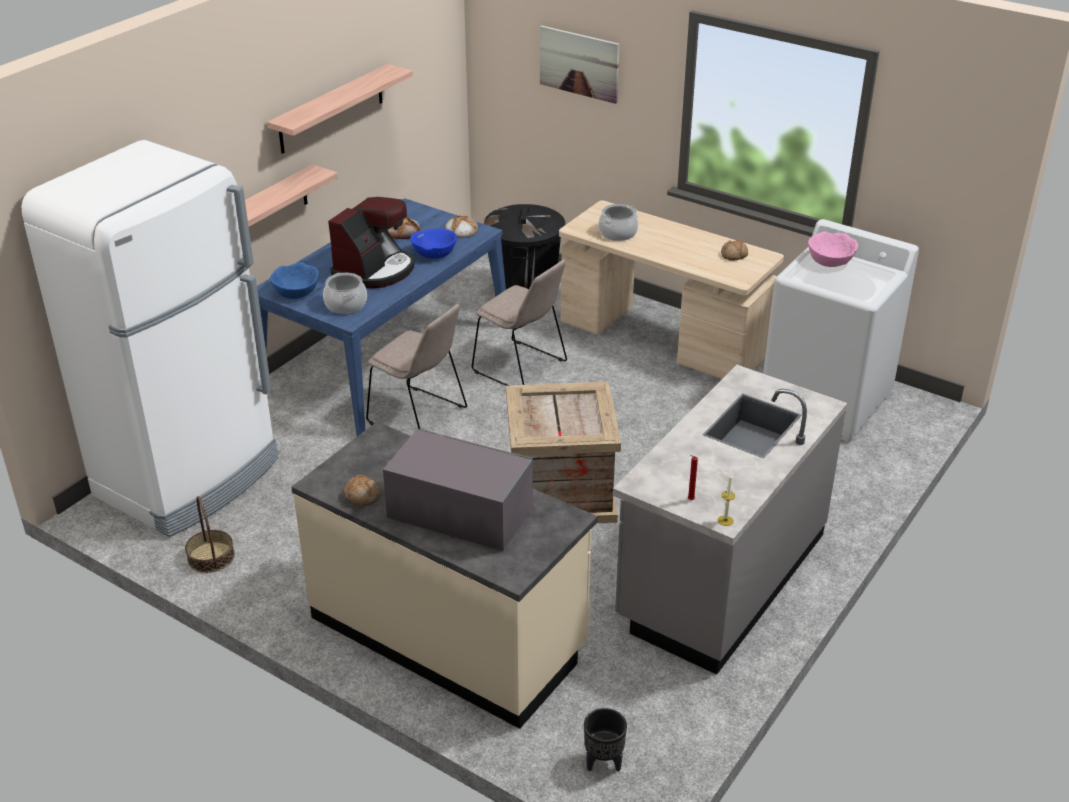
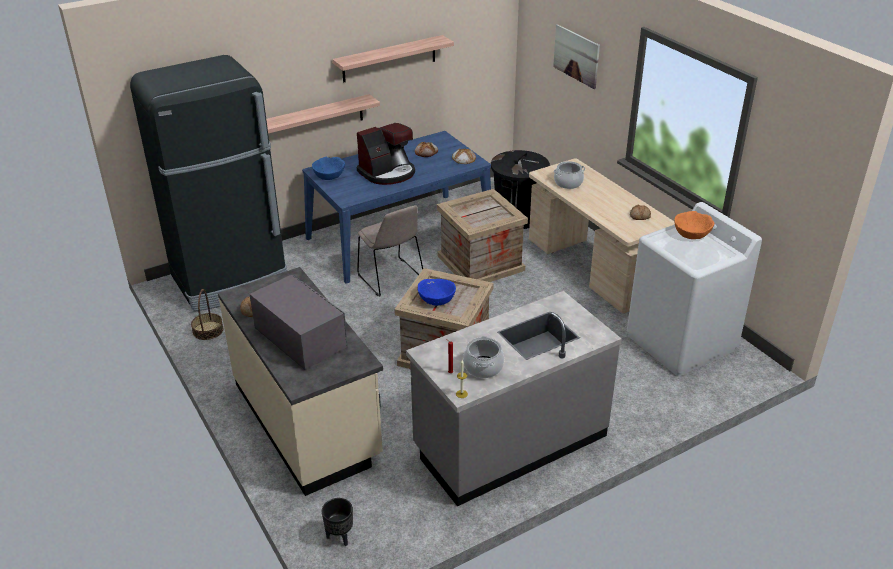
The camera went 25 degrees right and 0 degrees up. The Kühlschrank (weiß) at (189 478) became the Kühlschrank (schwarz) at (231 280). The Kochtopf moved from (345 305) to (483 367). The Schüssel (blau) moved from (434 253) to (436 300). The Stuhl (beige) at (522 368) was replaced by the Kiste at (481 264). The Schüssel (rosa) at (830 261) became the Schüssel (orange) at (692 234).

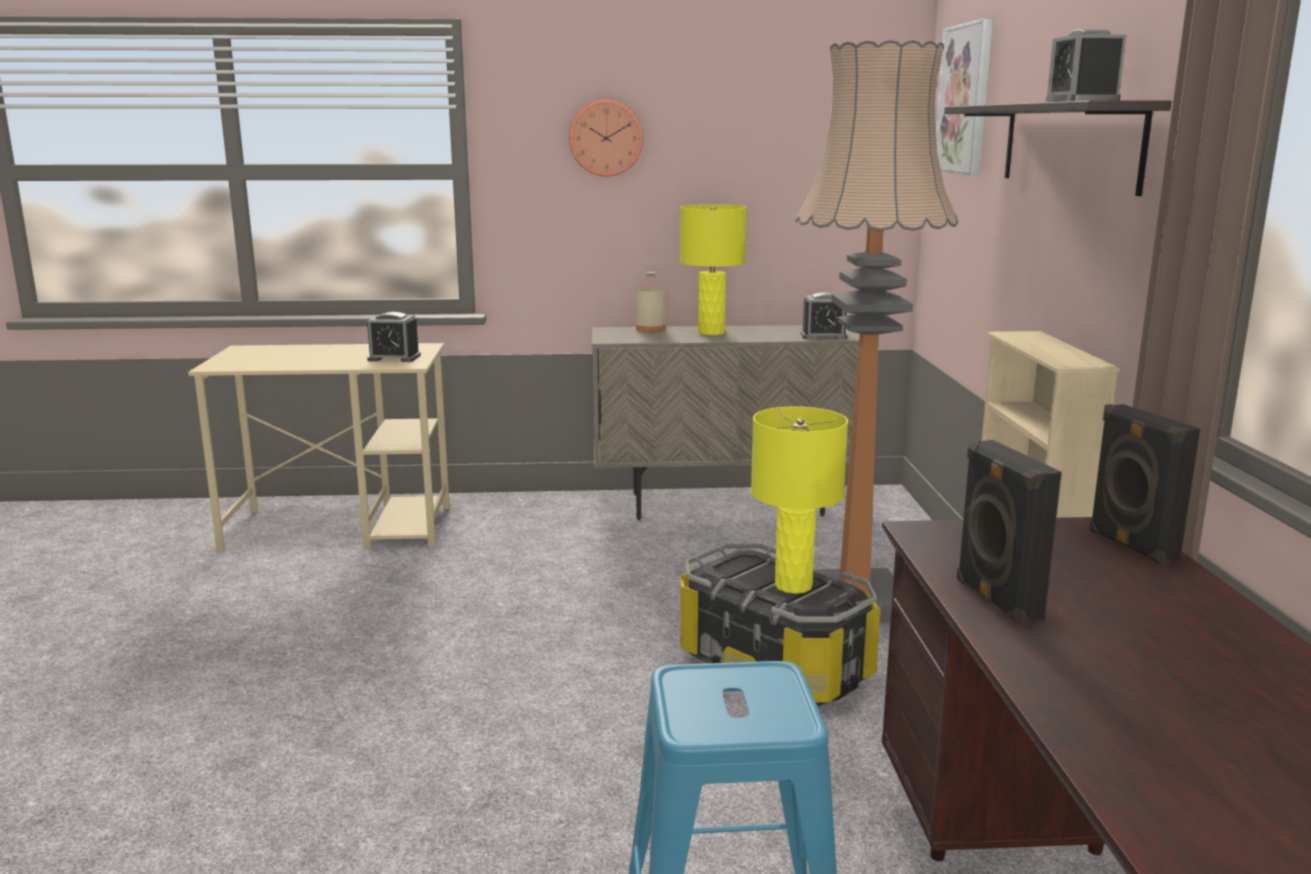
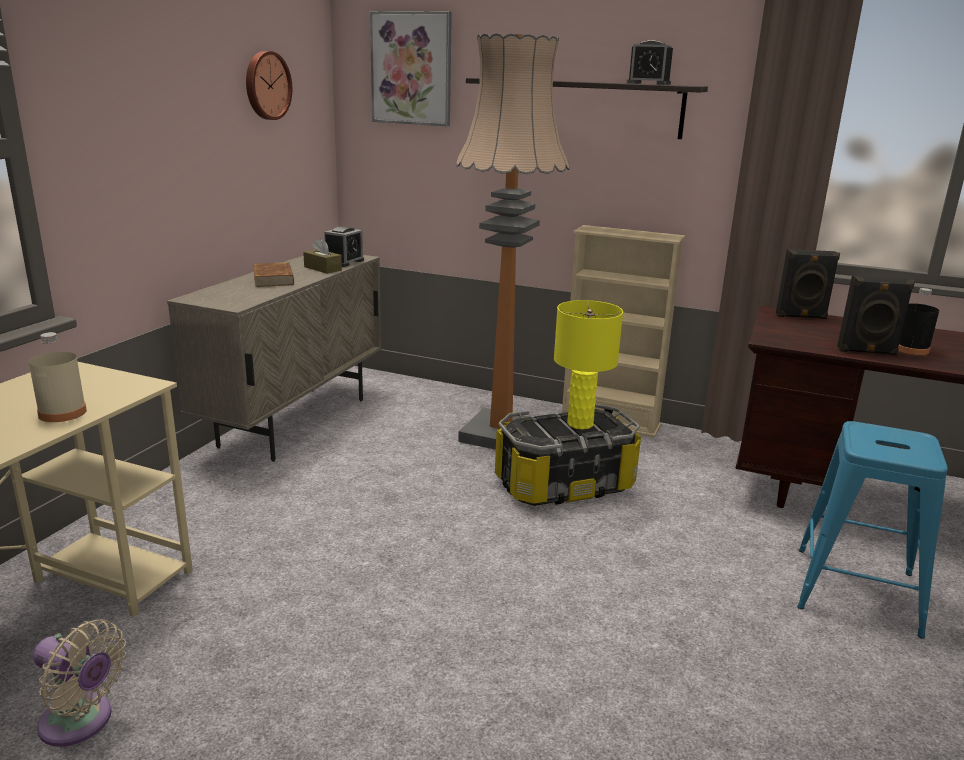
The camera went 65 degrees left and 5 degrees up. The Wecker at (394 358) disappeared. The Wanduhr moved from (606 138) to (266 85). The Flasche (beige) moved from (650 329) to (62 413). The Tischlampe (gelb) at (711 332) was replaced by the Buch (braun) at (274 279). The Ventilator (beige) at (81 723) appeared. The Taschentuchbox (braun) at (323 268) appeared. The Flasche (schwarz) at (911 349) appeared.

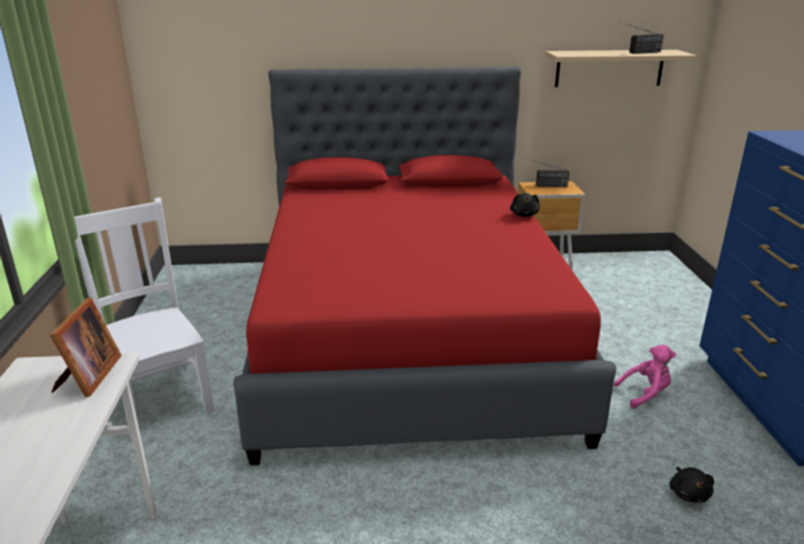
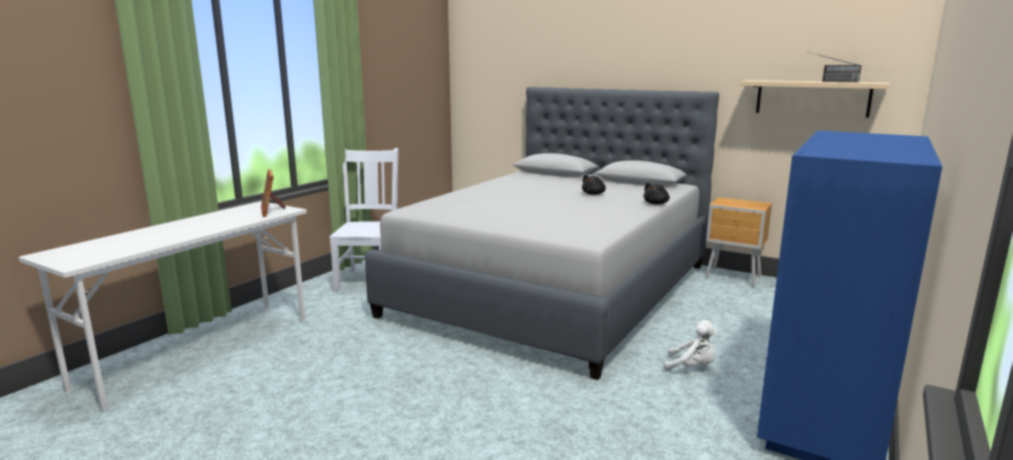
The camera went 35 degrees right and 10 degrees down. The Bilderrahmen at (87 377) turned 120 degrees clockwise. The Bett (rot) at (408 335) became the Bett (grau) at (554 289). The Radio at (543 185) disappeared. The Plüschtier (rosa) at (645 394) became the Plüschtier (weiß) at (692 367). The Plüschtier (schwarz) moved from (688 493) to (594 194).

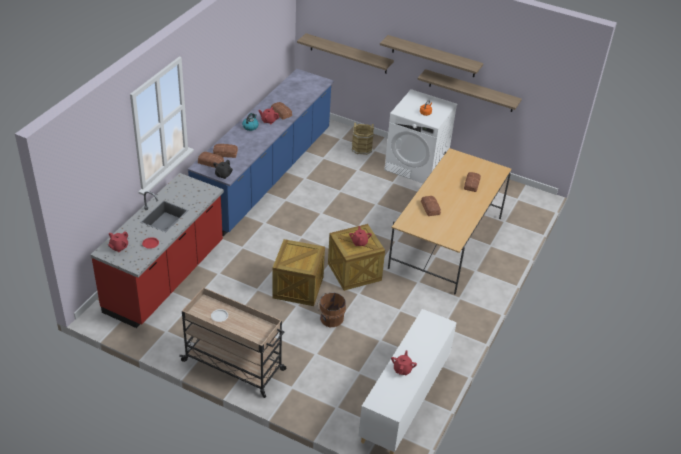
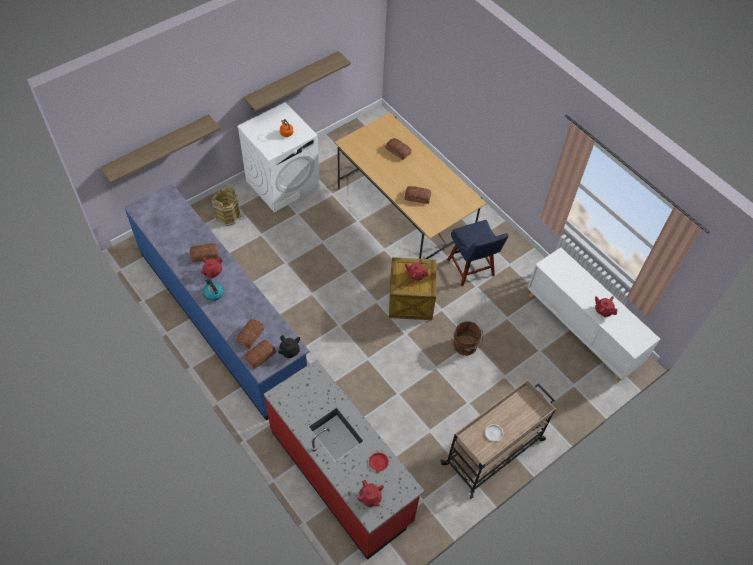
The camera went 65 degrees left and 15 degrees up. The Kiste at (298 287) disappeared. The Wandregal at (433 56) disappeared. The Stuhl (blau) at (471 269) appeared.

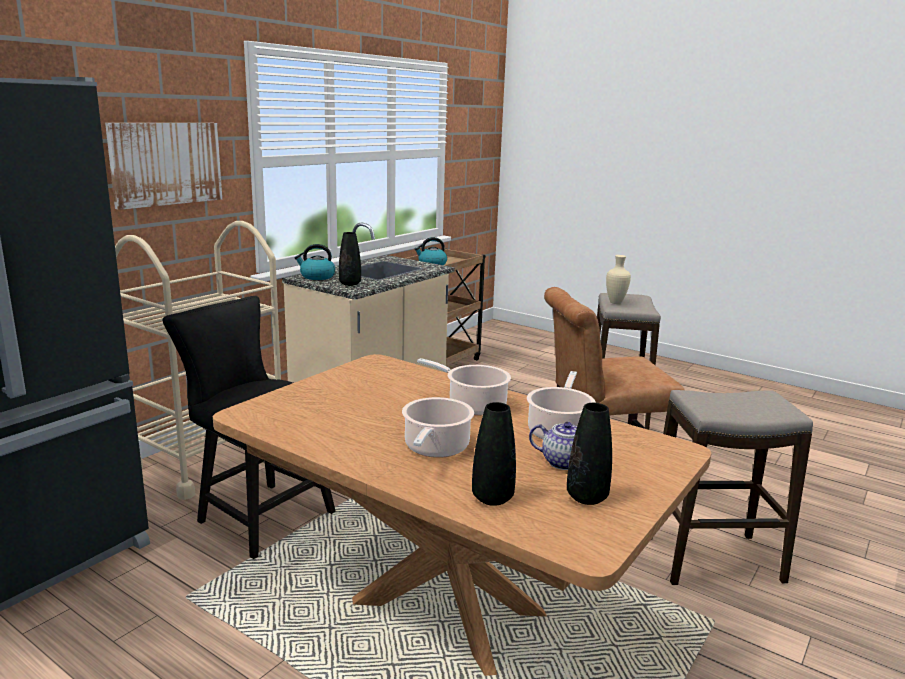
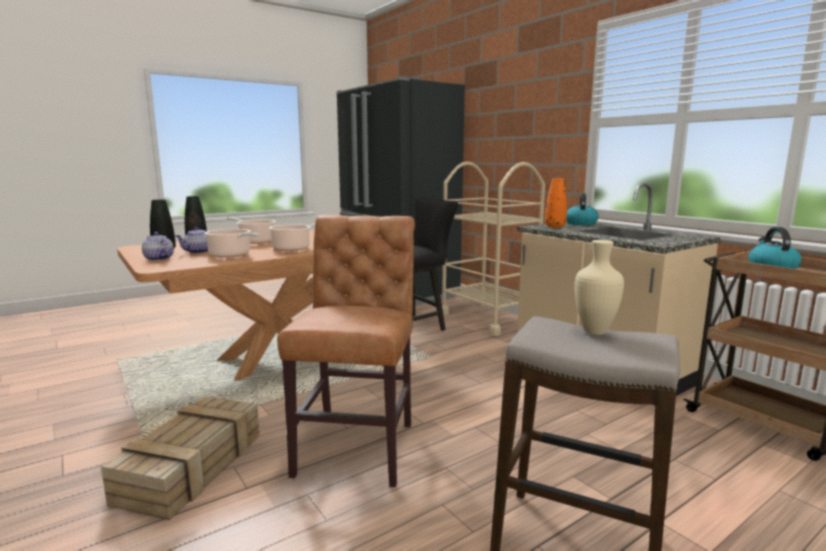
The camera went 110 degrees right and 5 degrees down. The Bild at (166 163) disappeared. The Vase (schwarz) at (350 284) became the Vase (orange) at (555 226). The Hocker at (712 559) was replaced by the Kiste at (190 468). The Teekanne at (158 259) appeared.

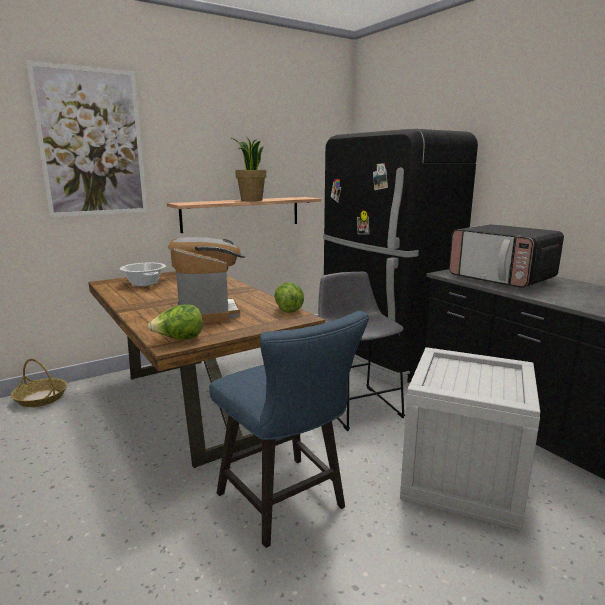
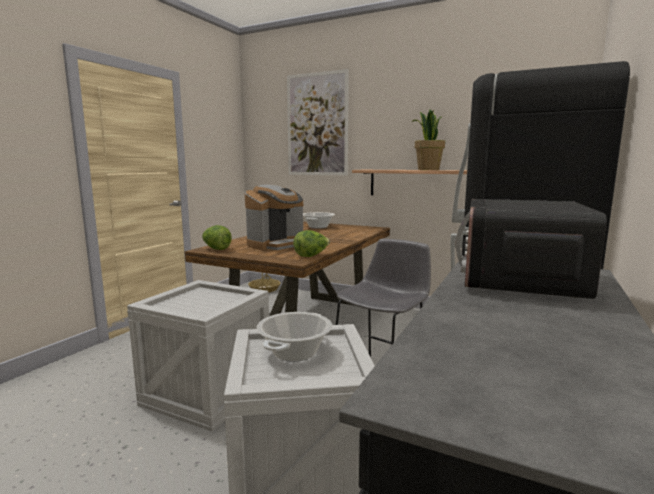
The camera went 60 degrees right and 5 degrees down. The Stuhl (blau) at (287 504) was replaced by the Kiste at (206 393). The Kochtopf at (295 352) appeared.

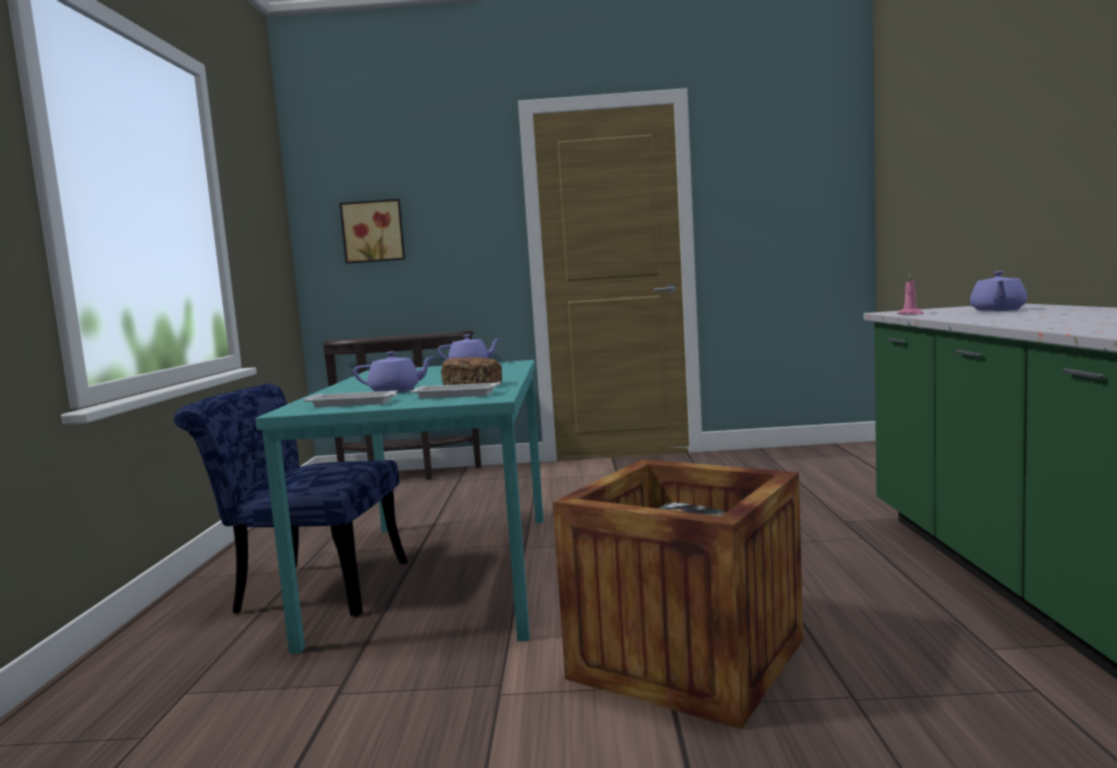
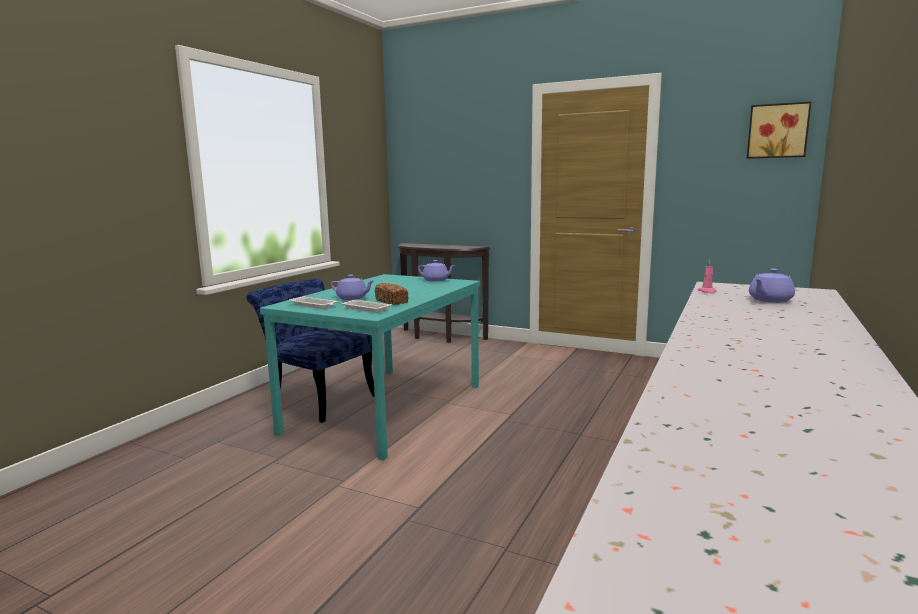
The camera went 25 degrees right and 5 degrees up. The Bild moved from (373 231) to (777 131). The Kiste at (687 659) disappeared.

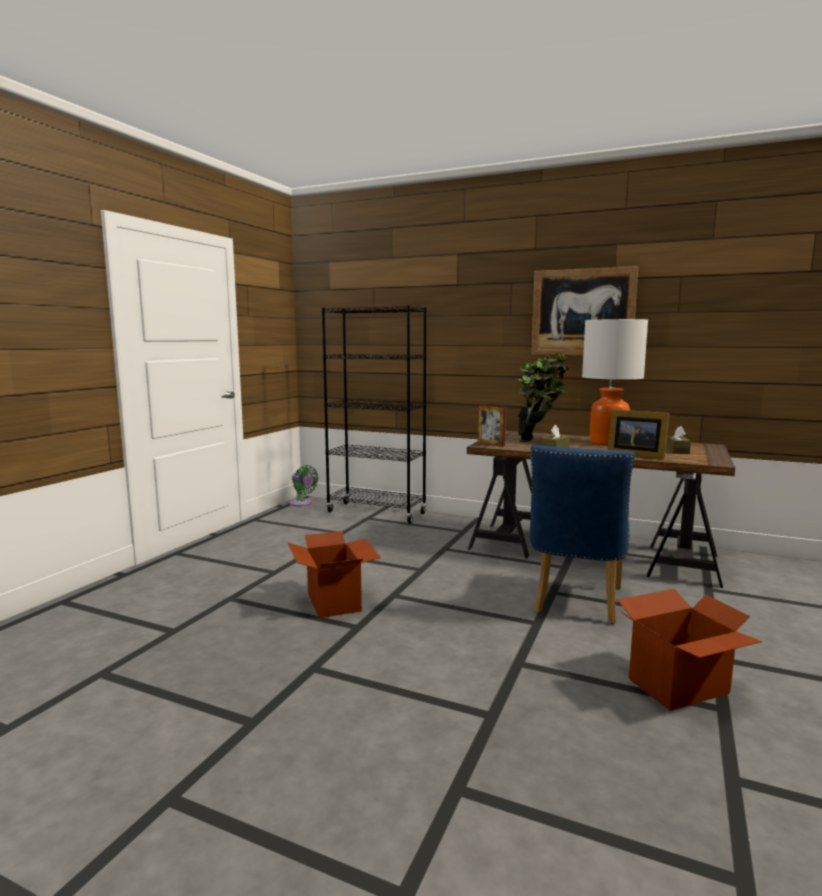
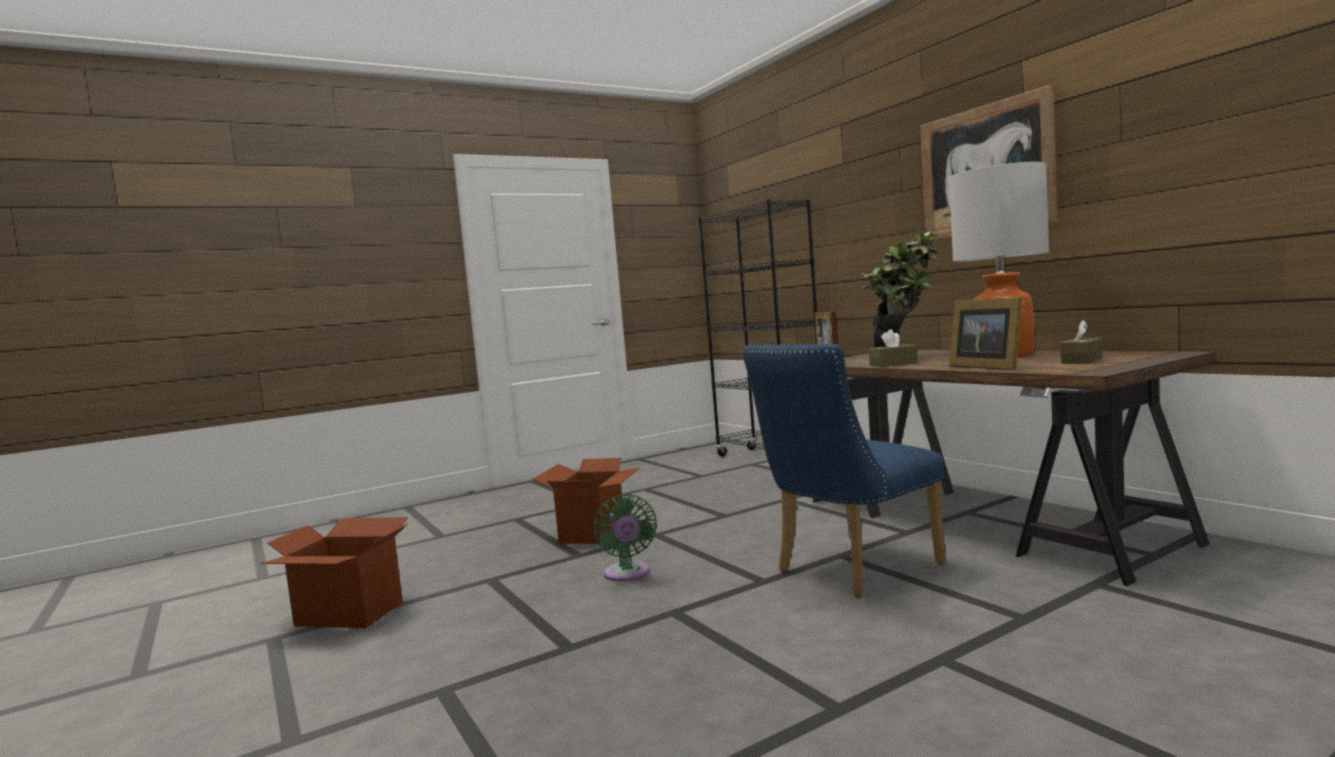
The camera went 35 degrees right and 5 degrees down. The Ventilator (grün) moved from (302 503) to (627 574). The Karton moved from (679 687) to (348 614).

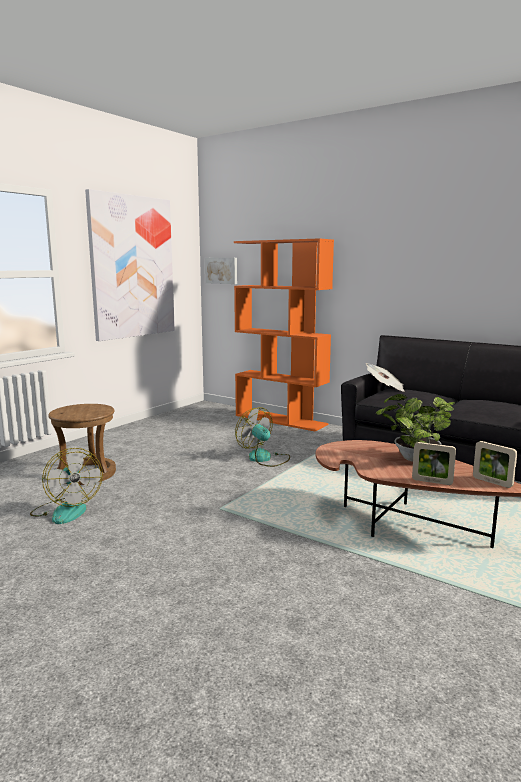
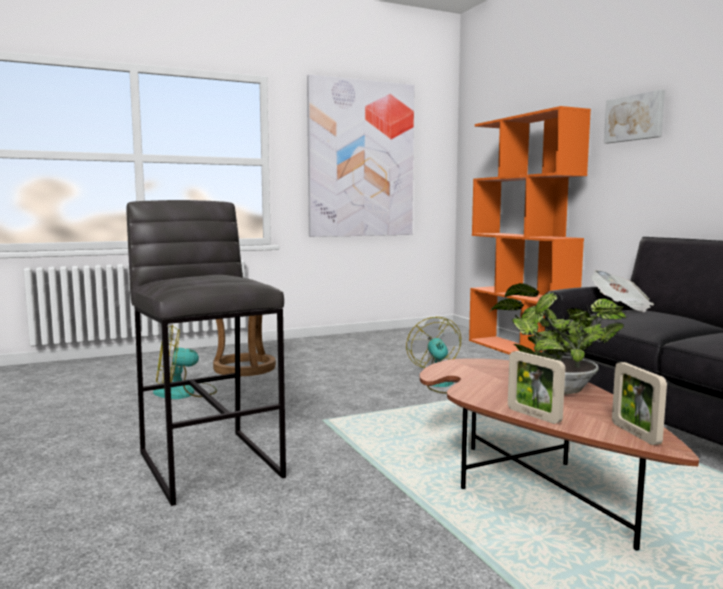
The camera went 30 degrees right and 5 degrees down. The Ventilator at (66 510) turned 75 degrees clockwise. The Bild moved from (221 270) to (635 118). The Hocker (grau) at (211 463) appeared.

